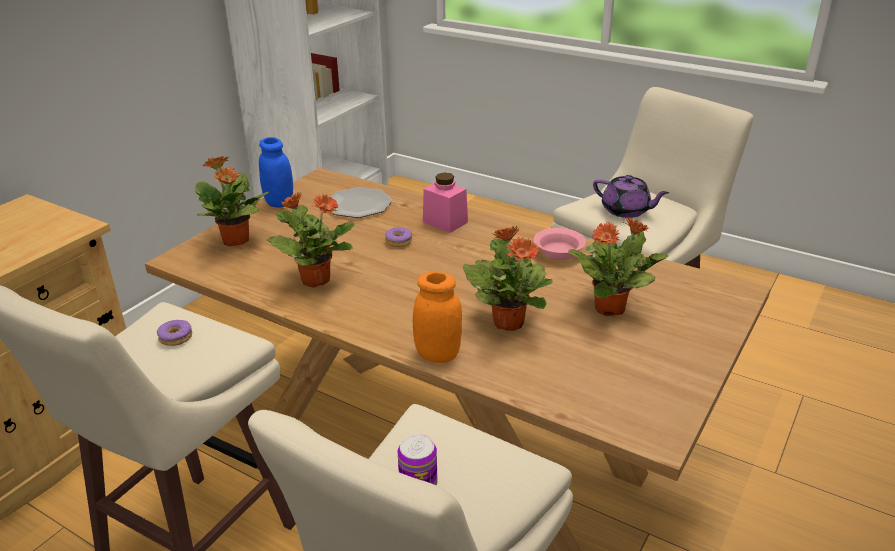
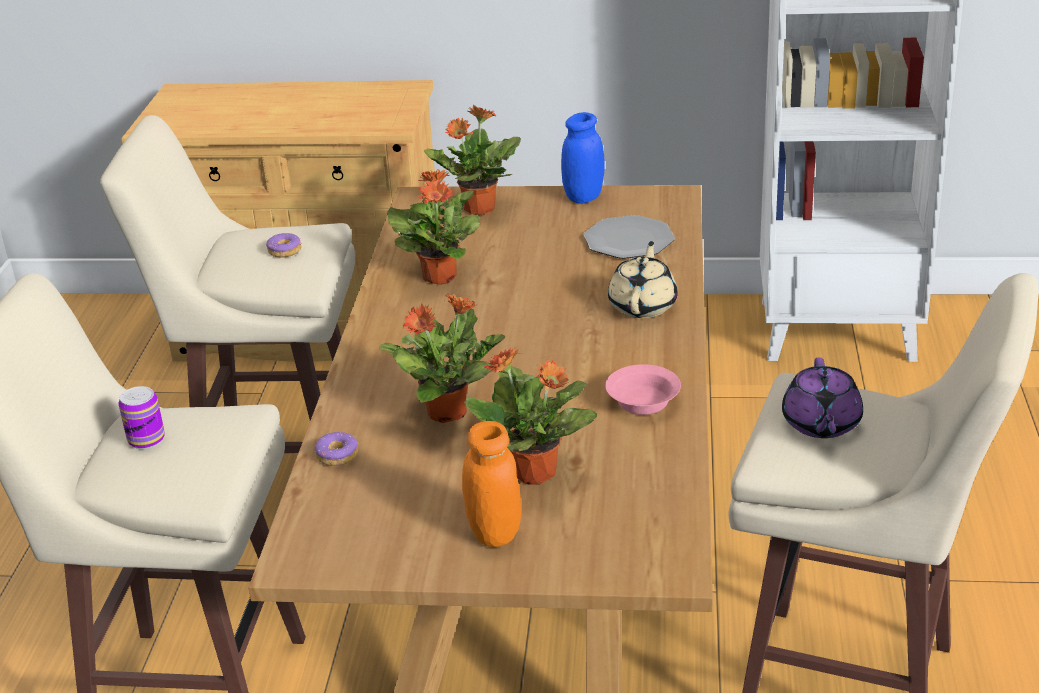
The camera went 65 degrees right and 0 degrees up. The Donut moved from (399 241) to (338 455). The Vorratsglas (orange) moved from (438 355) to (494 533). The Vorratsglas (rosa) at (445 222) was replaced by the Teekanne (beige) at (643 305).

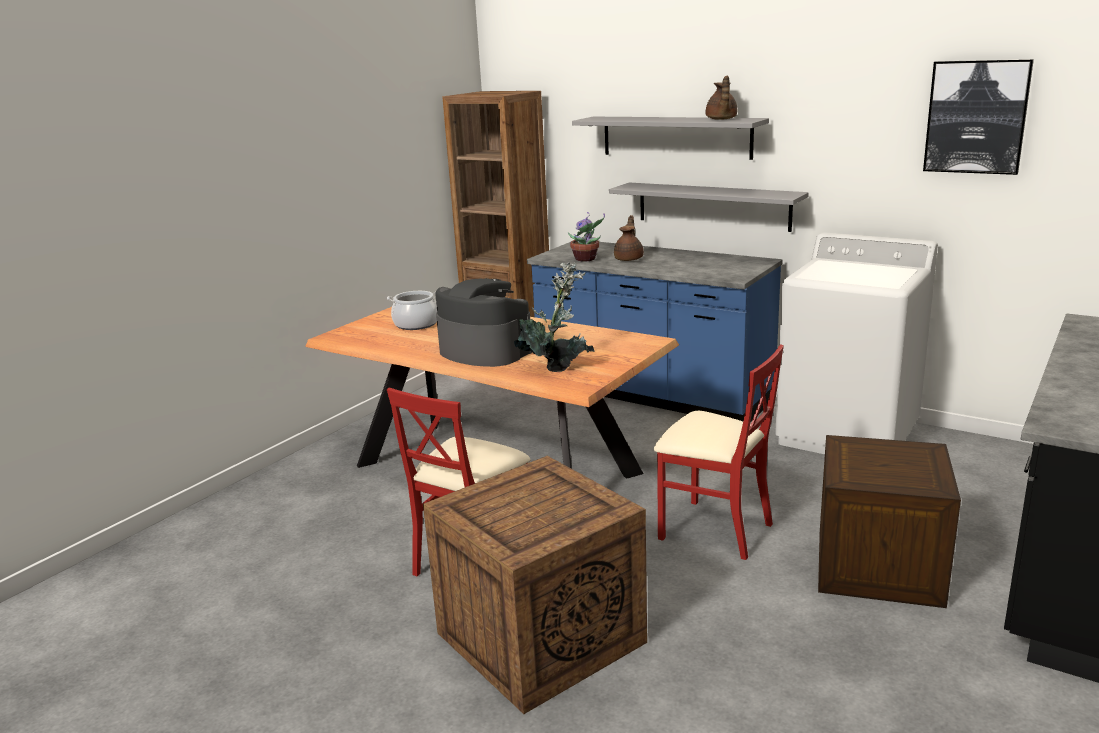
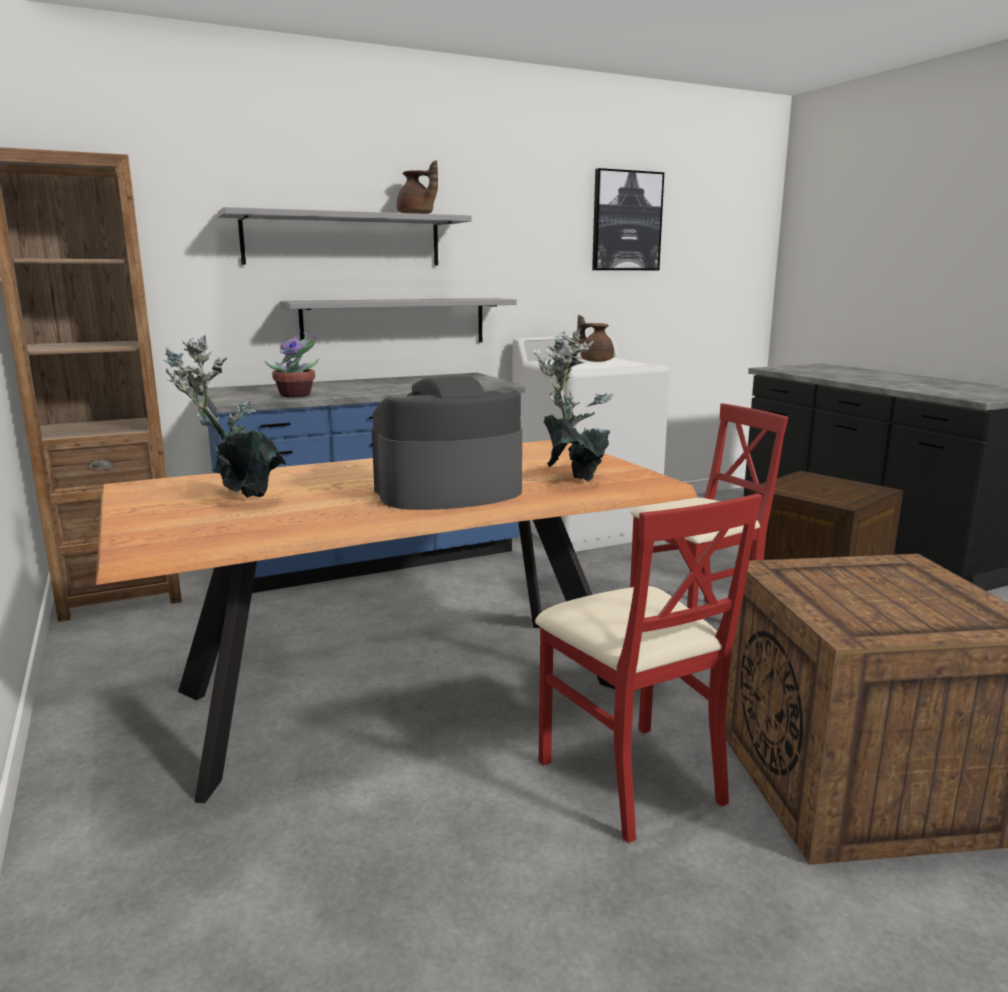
The camera went 60 degrees left and 5 degrees down. The Kochtopf at (416 324) was replaced by the Topfpflanze at (238 500). The Teekanne (braun) moved from (629 259) to (595 361).

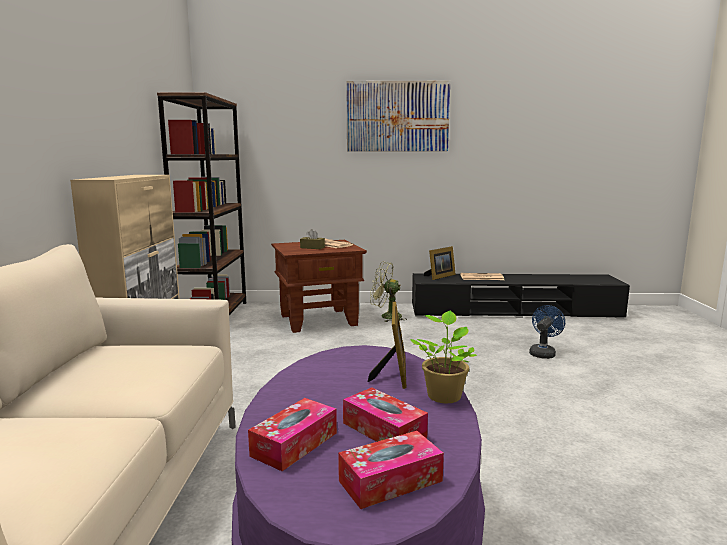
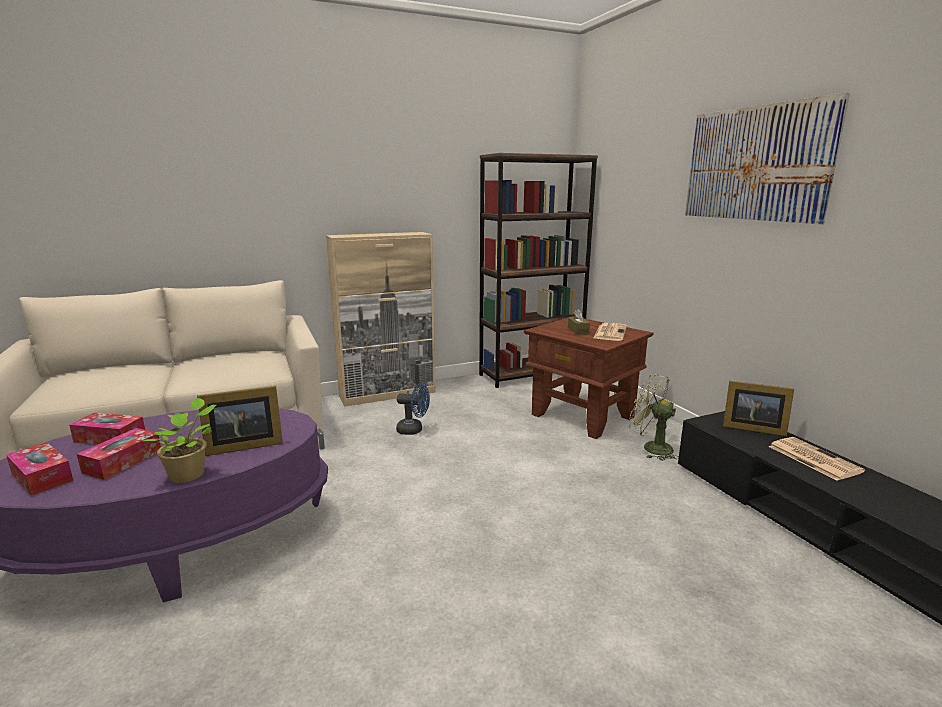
The camera went 65 degrees right and 5 degrees up. The Ventilator (grün) at (386 316) turned 45 degrees counterclockwise. The Ventilator (blau) moved from (543 353) to (414 430).

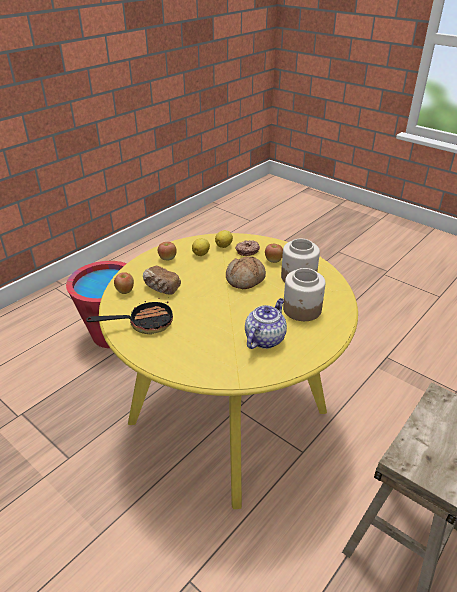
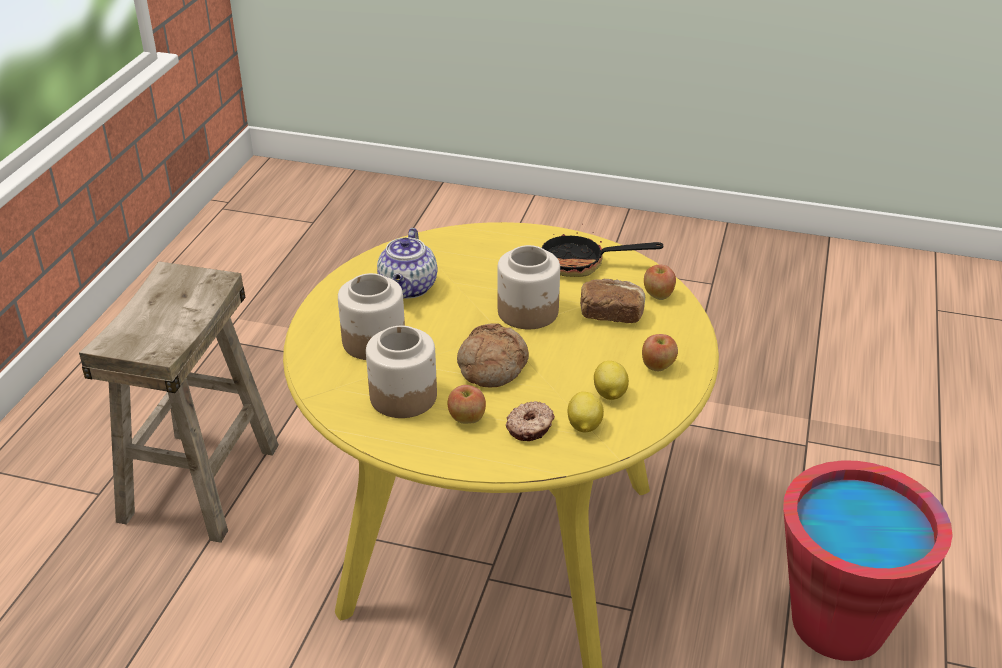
The camera went 155 degrees right and 0 degrees up. The Pfanne at (144 323) turned 45 degrees clockwise. The Vorratsglas at (528 312) appeared.

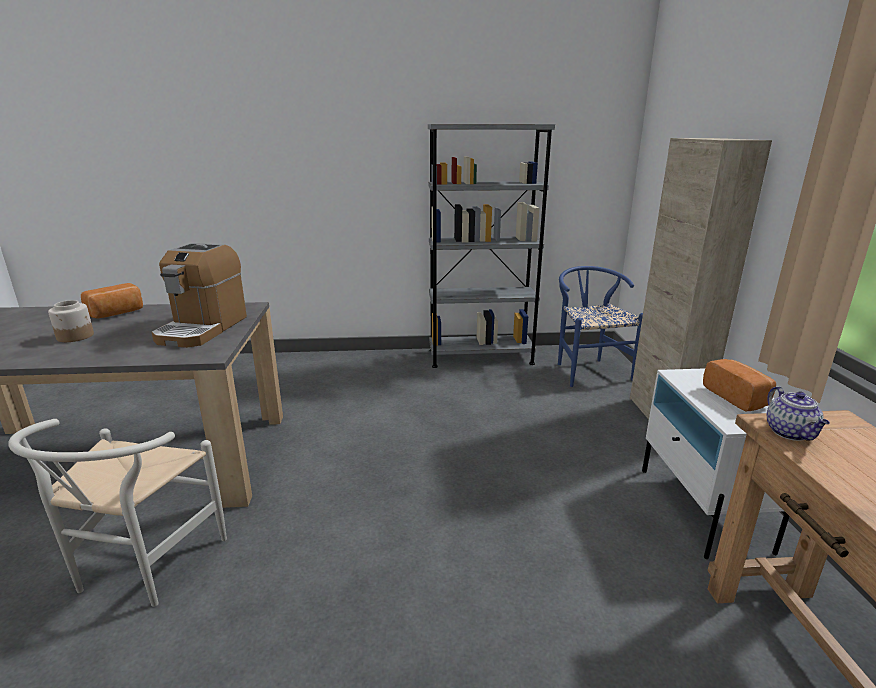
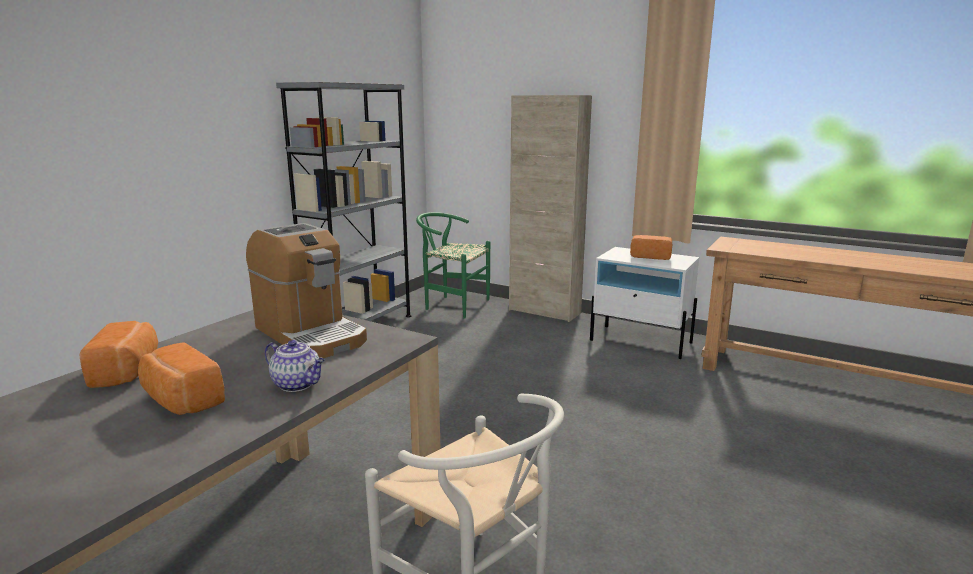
The camera went 55 degrees left and 5 degrees down. The Vorratsglas at (76 336) was replaced by the Brot at (181 400). The Stuhl (blau) at (588 370) became the Stuhl (grün) at (452 305). The Teekanne moved from (790 433) to (298 384).

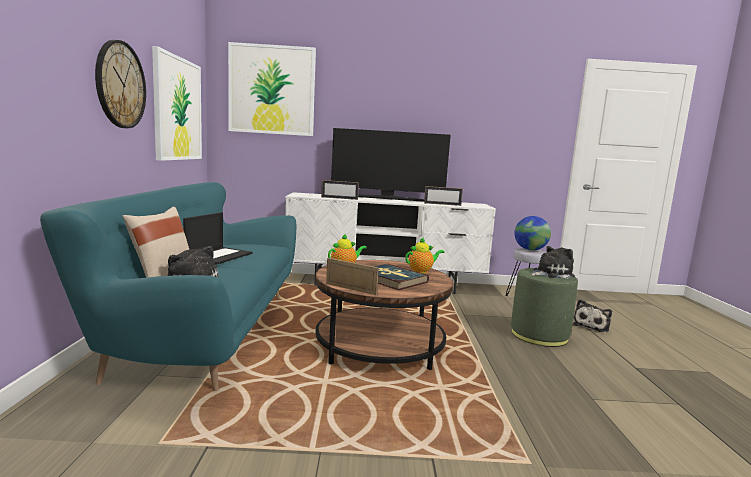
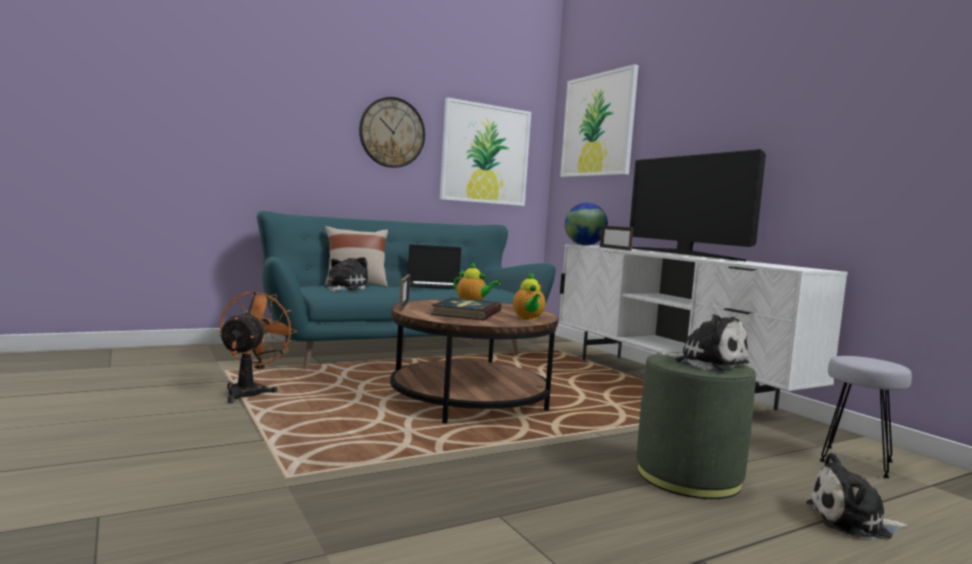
The camera went 60 degrees right and 5 degrees down. The Teekanne at (421 271) turned 45 degrees clockwise. The Bilderrahmen at (442 204) disappeared. The Globus moved from (530 250) to (584 245). The Ventilator (orange) at (250 391) appeared.

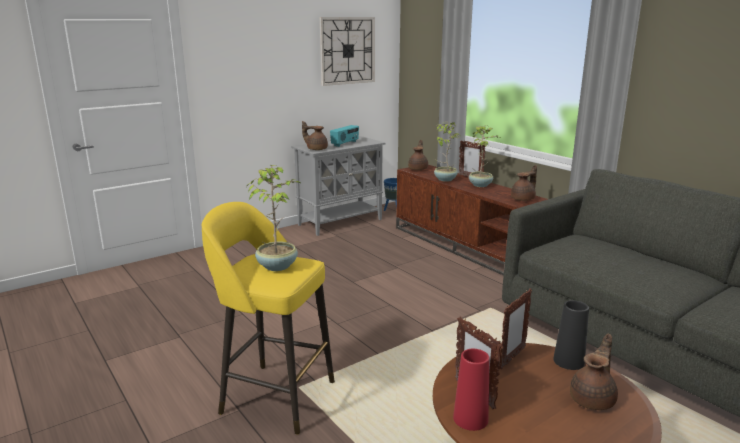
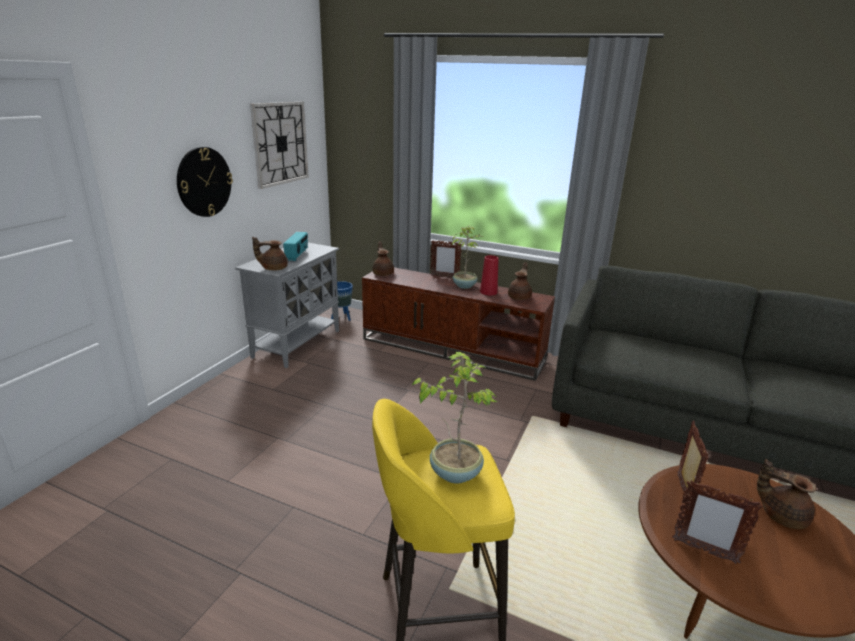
The camera went 30 degrees left and 5 degrees up. The Topfpflanze at (444 179) disappeared. The Vase (rot) moved from (470 418) to (488 292). The Vase (schwarz) at (568 361) disappeared. The Teekanne (braun) at (593 399) turned 60 degrees counterclockwise. The Wanduhr at (204 182) appeared.

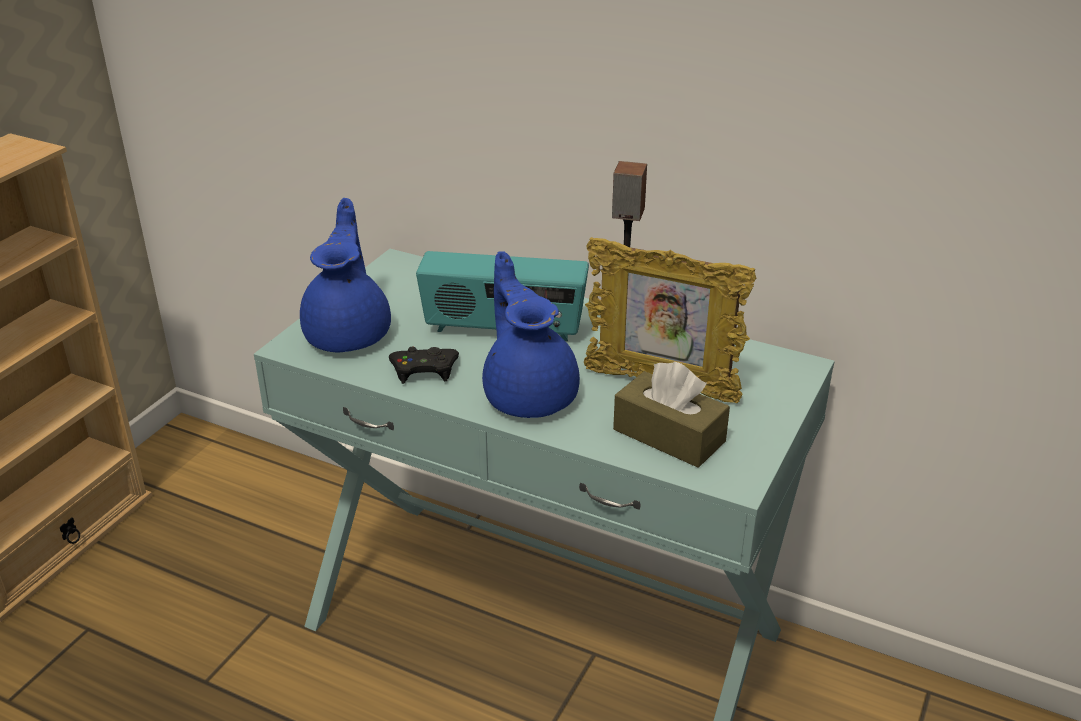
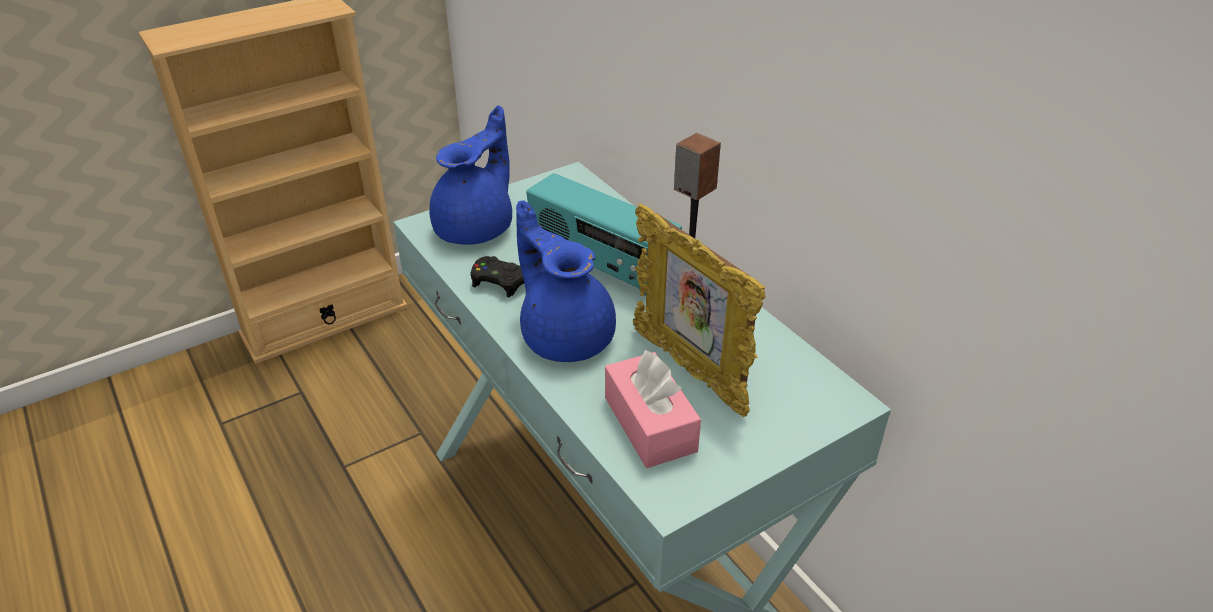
The camera went 30 degrees right and 5 degrees up. The Teekanne (blau) at (529 394) turned 45 degrees counterclockwise. The Taschentuchbox (braun) at (669 435) became the Taschentuchbox (rosa) at (650 424).

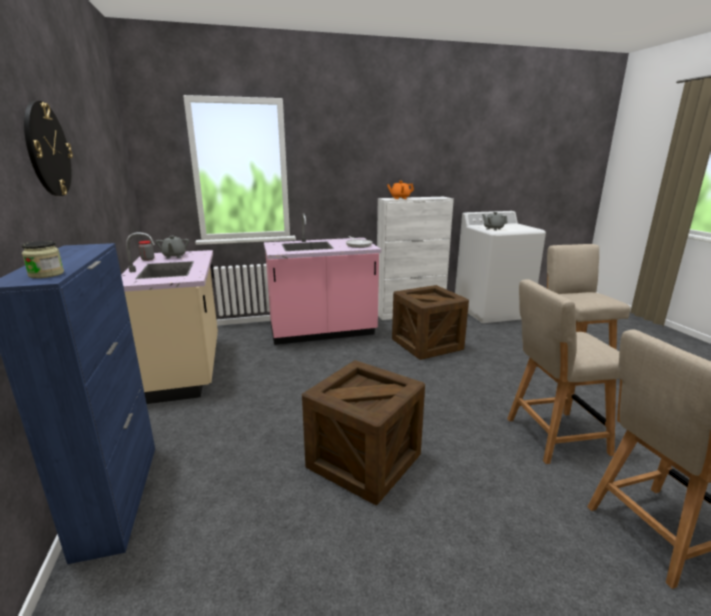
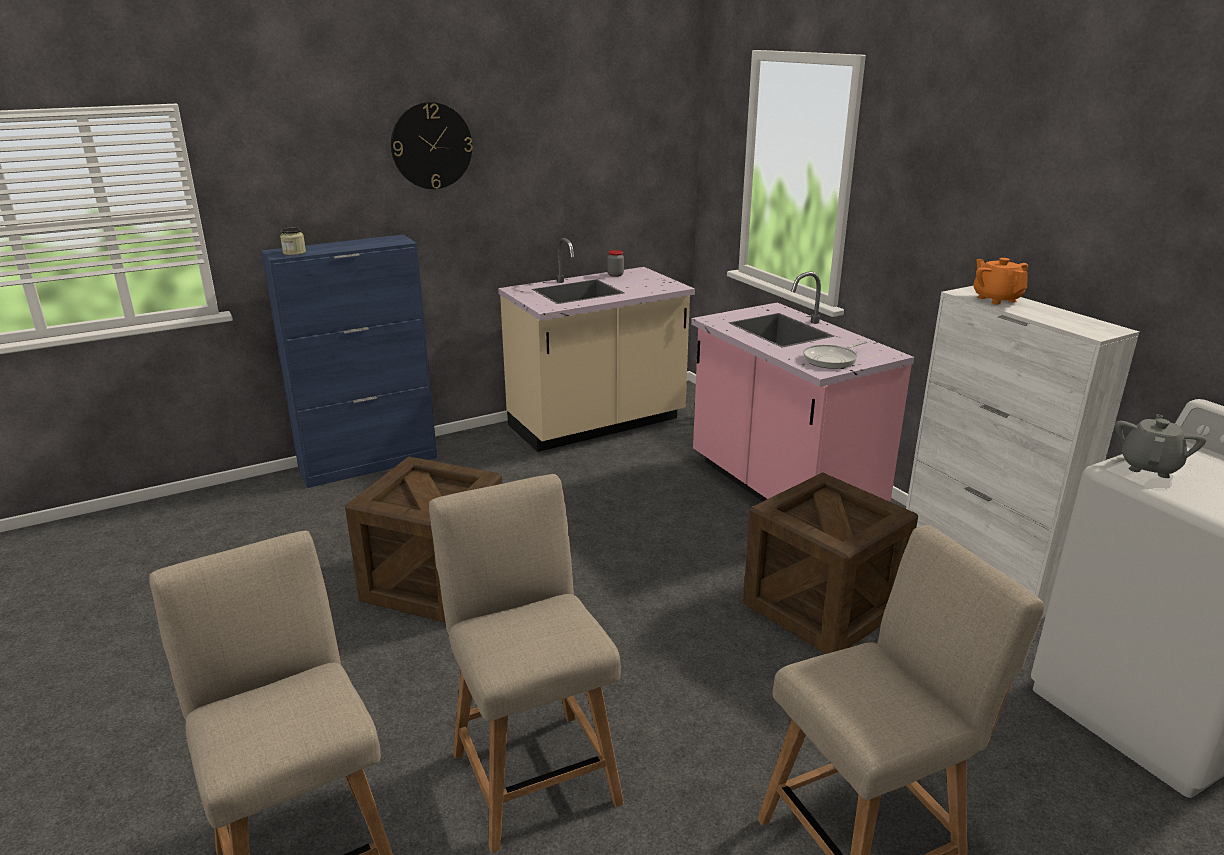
The camera went 75 degrees right and 5 degrees up. The Teekanne (grau) at (174 256) disappeared.

